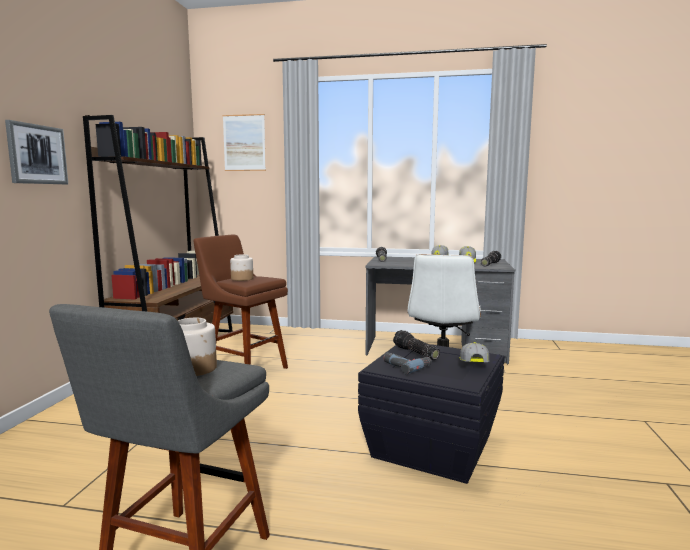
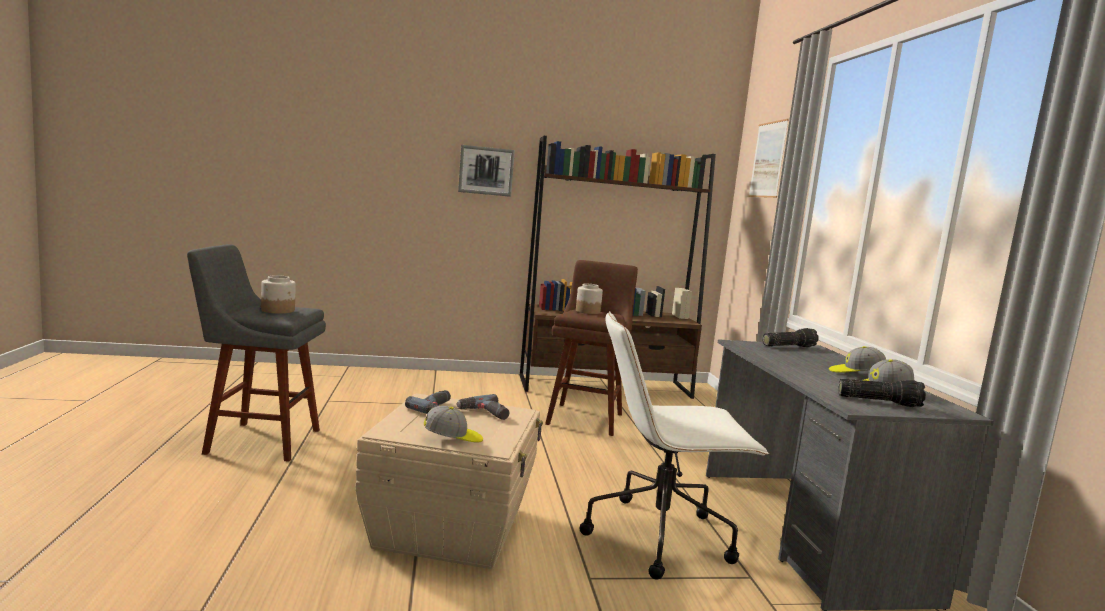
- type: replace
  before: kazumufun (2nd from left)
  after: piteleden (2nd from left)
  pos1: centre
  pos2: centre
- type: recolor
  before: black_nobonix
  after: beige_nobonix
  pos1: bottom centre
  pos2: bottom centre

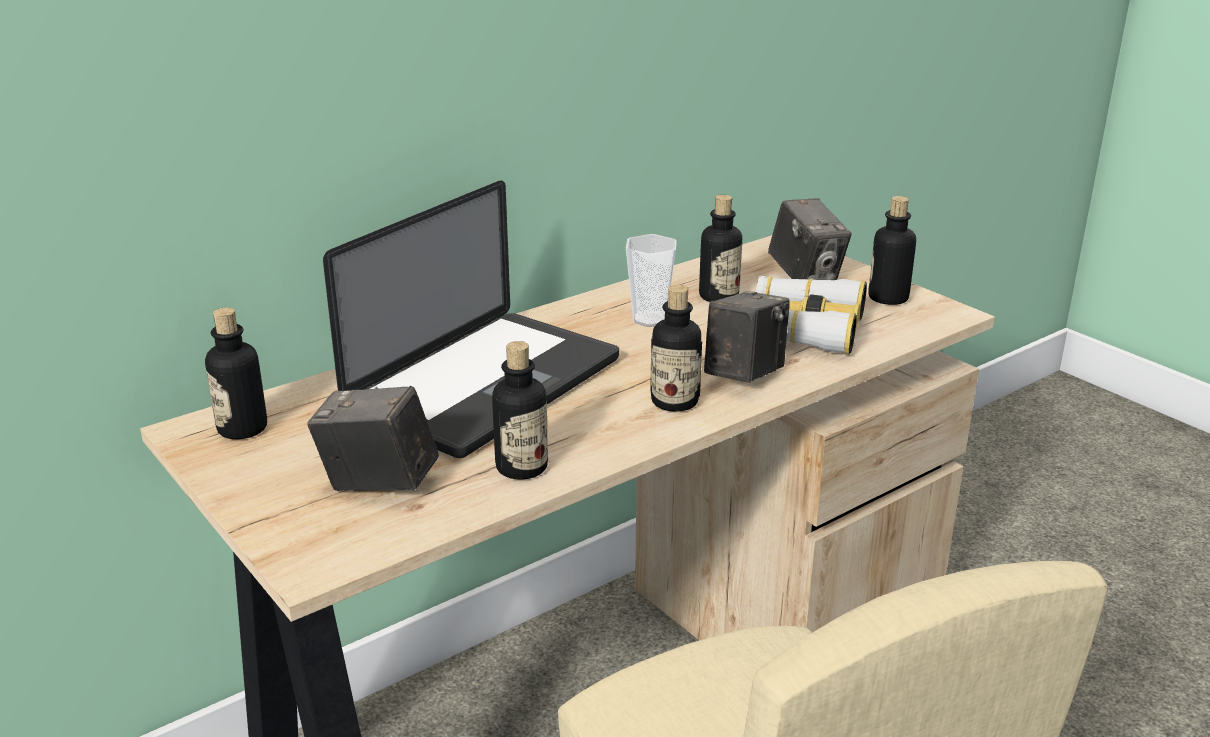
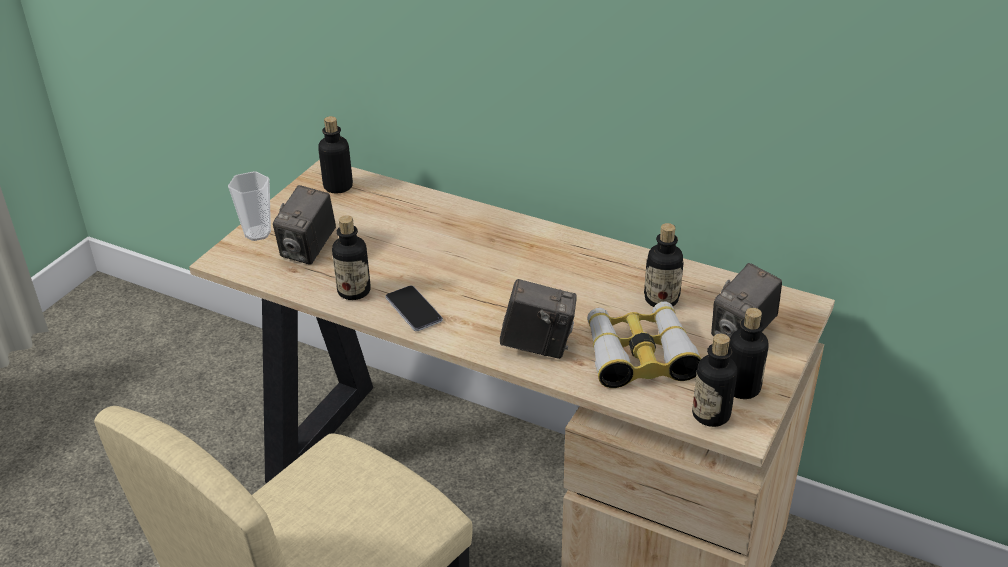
- type: delete
  before: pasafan
  pos1: centre
- type: move
  before: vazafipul
  pos1: centre
  pos2: middle left
- type: move
  before: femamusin (3rd from left in the first image)
  after: femamusin (4th from left)
  pos1: centre
  pos2: bottom right
- type: rotate
  before: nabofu (1st from left)
  pos1: middle left
  pos2: middle left
  turn: -150
- type: insert
  after: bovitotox
  pos2: centre

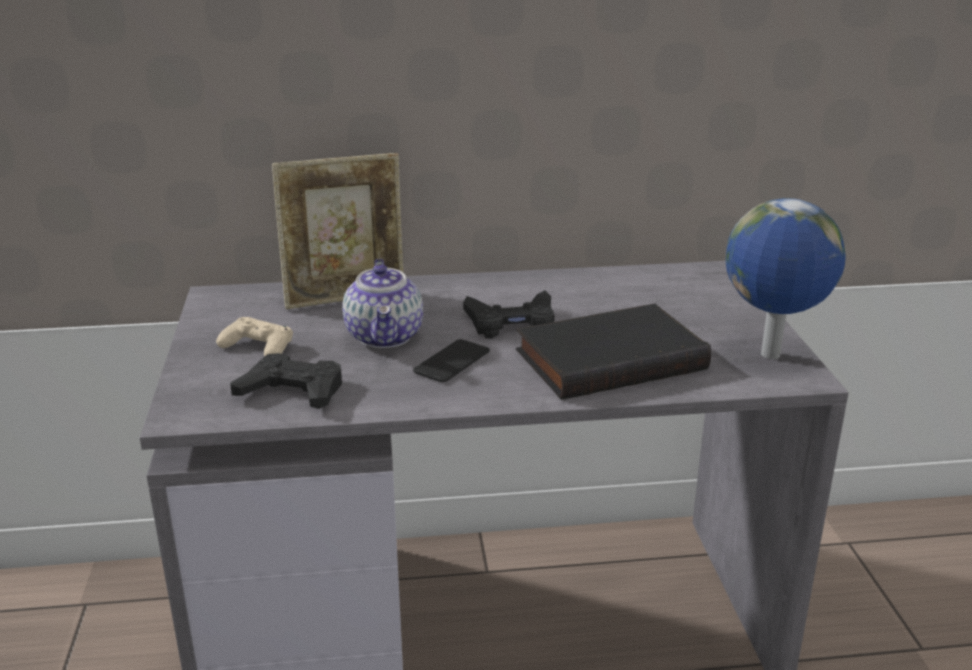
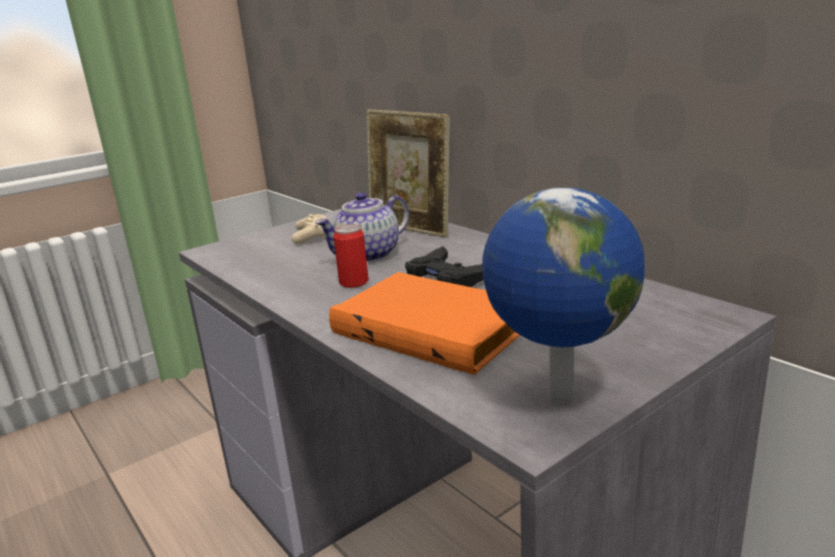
- type: recolor
  before: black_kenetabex
  after: orange_kenetabex
  pos1: centre
  pos2: centre
- type: replace
  before: bovitotox
  after: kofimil
  pos1: centre
  pos2: centre
- type: delete
  before: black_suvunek (1st from left)
  pos1: middle left

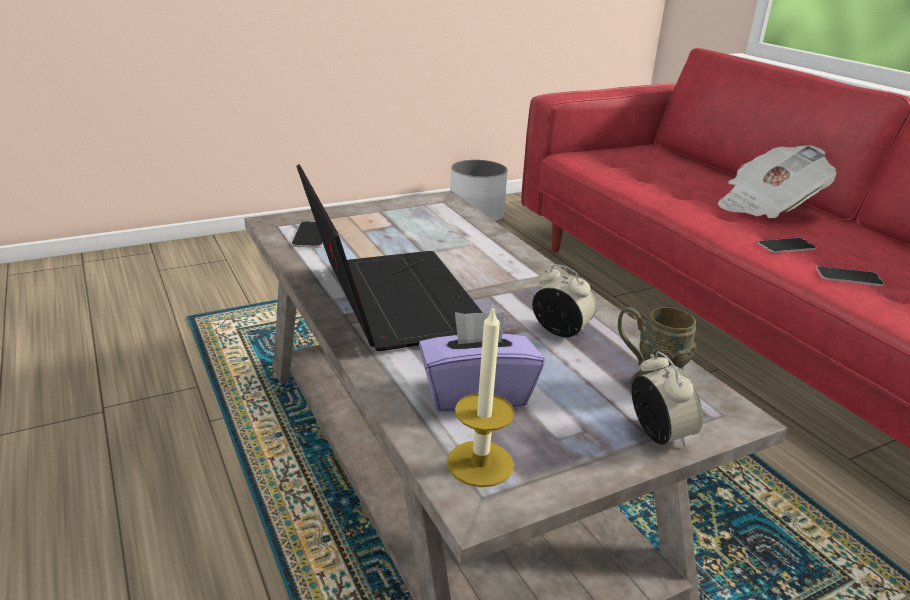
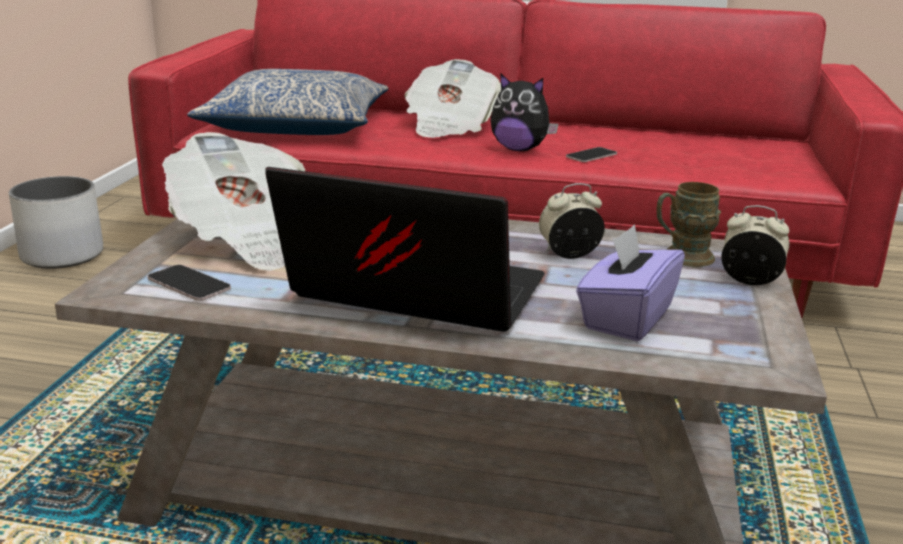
- type: replace
  before: bovitotox (2nd from left)
  after: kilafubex
  pos1: middle right
  pos2: top centre
- type: delete
  before: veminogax
  pos1: centre
- type: insert
  after: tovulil
  pos2: top left
- type: insert
  after: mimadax (1st from left)
  pos2: middle left

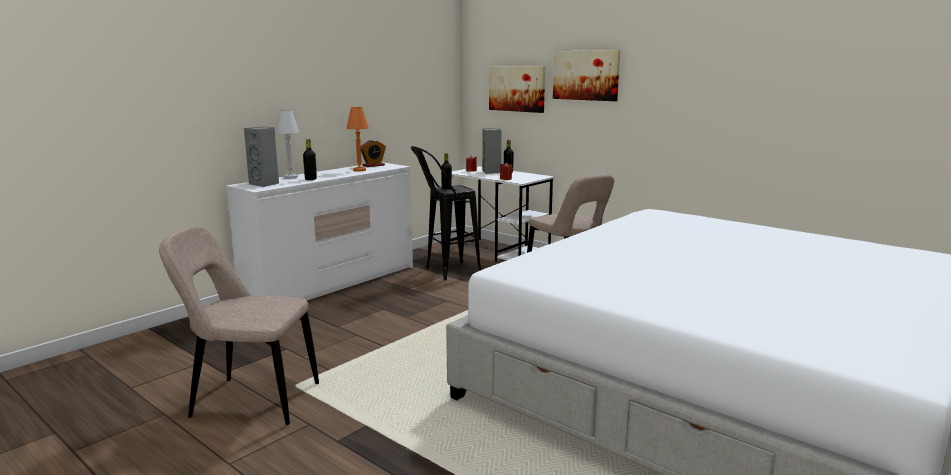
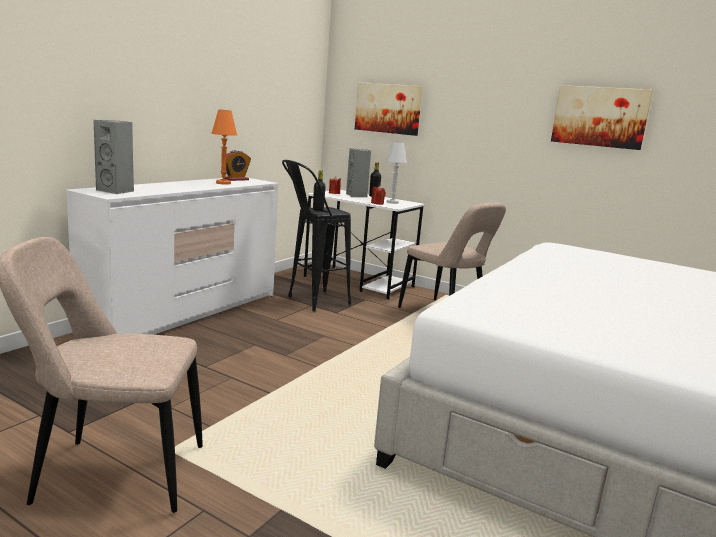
- type: move
  before: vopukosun (2nd from left)
  pos1: top centre
  pos2: top right
- type: move
  before: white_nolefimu
  pos1: top left
  pos2: top centre
- type: delete
  before: black_femamusin (1st from left)
  pos1: middle left

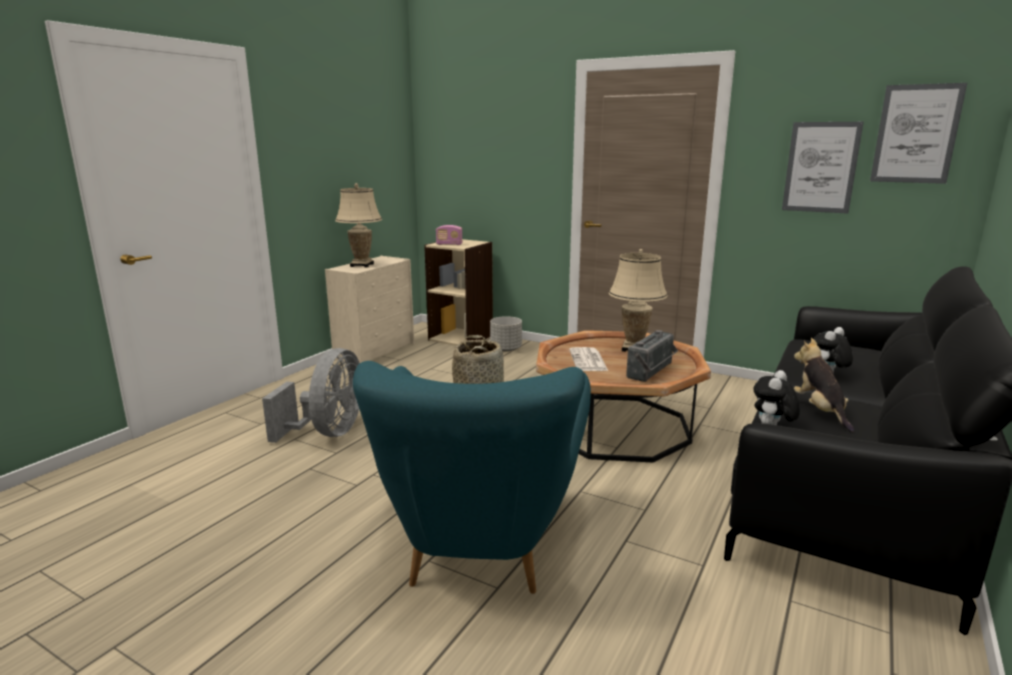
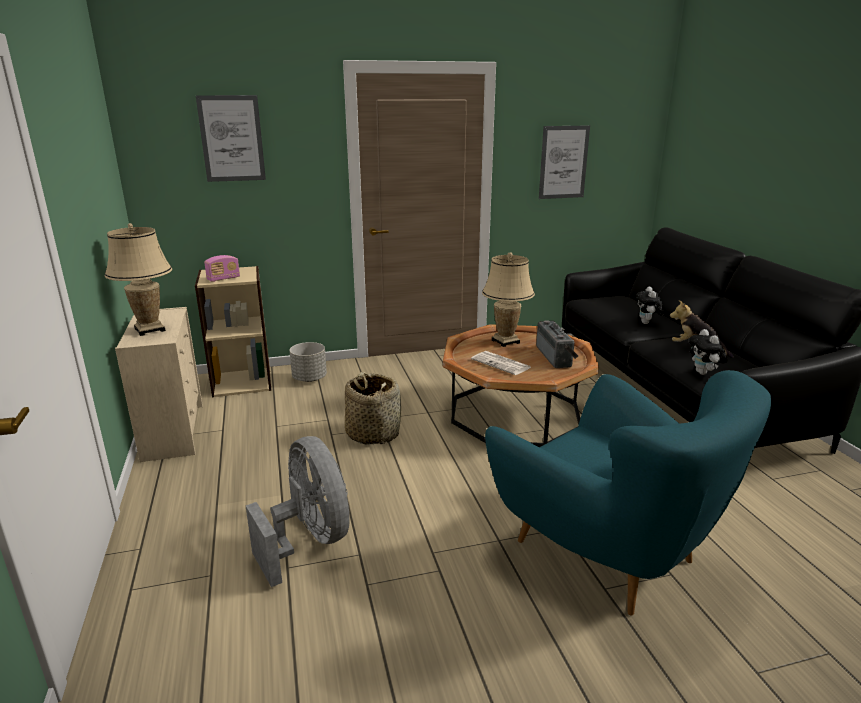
- type: move
  before: vopukosun (2nd from left in the first image)
  after: vopukosun (1st from left)
  pos1: top right
  pos2: top left

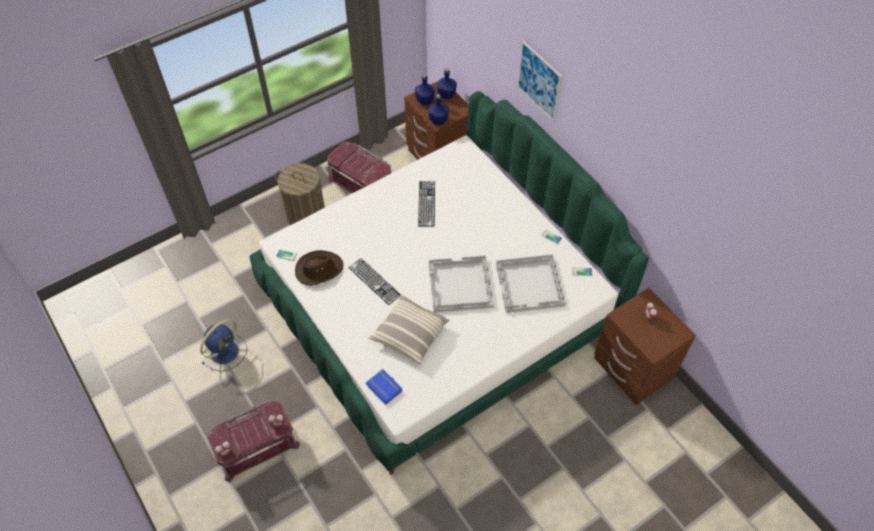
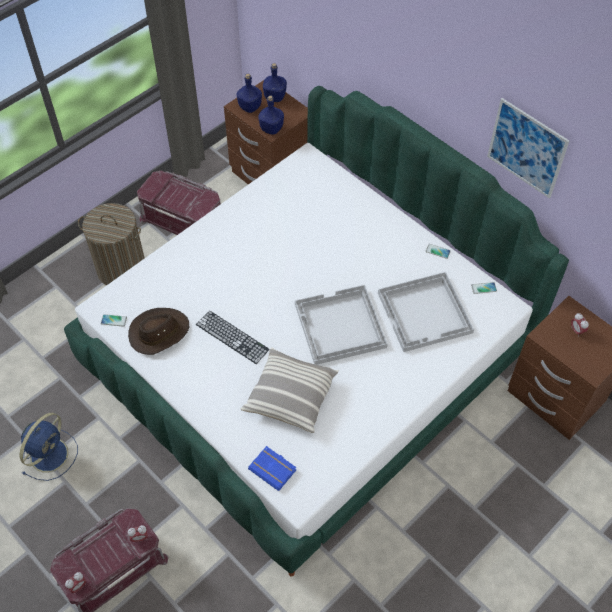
- type: move
  before: vopukosun
  pos1: top centre
  pos2: top right
- type: delete
  before: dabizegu (2nd from left)
  pos1: centre

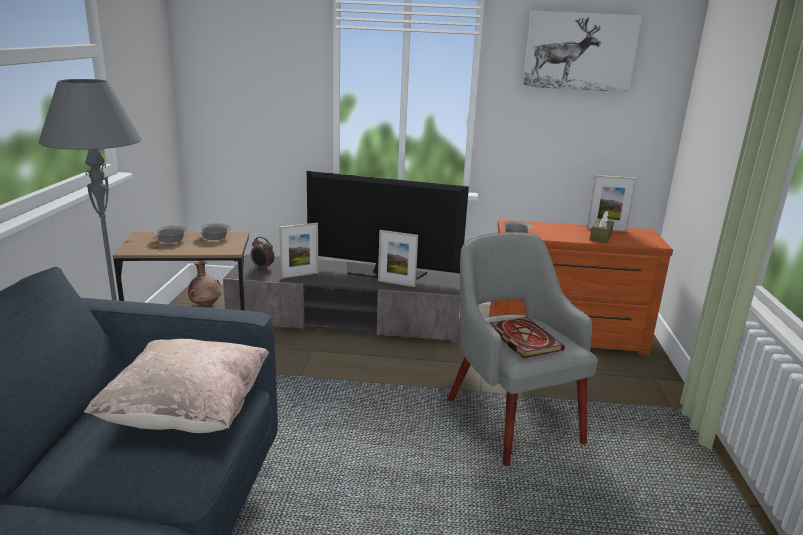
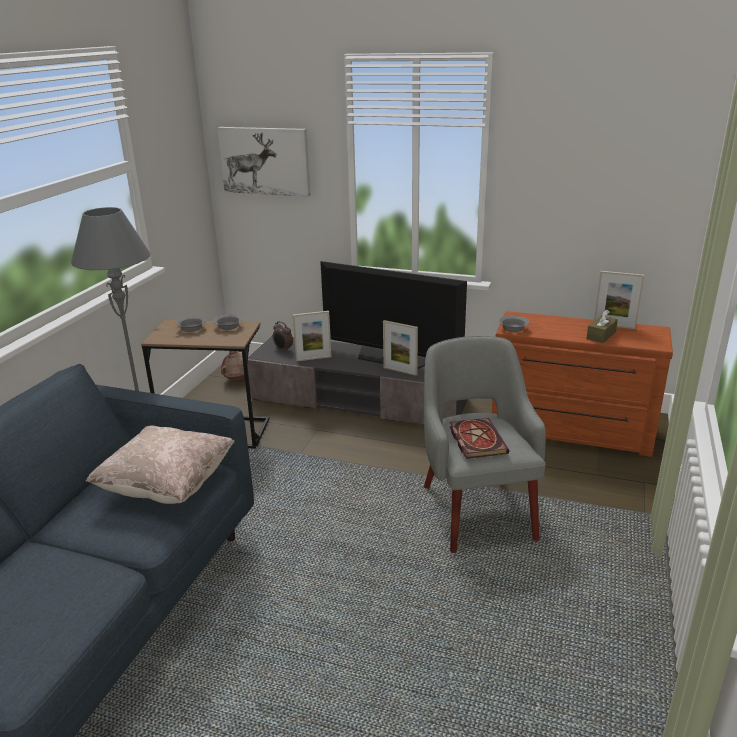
- type: move
  before: vopukosun
  pos1: top right
  pos2: top centre

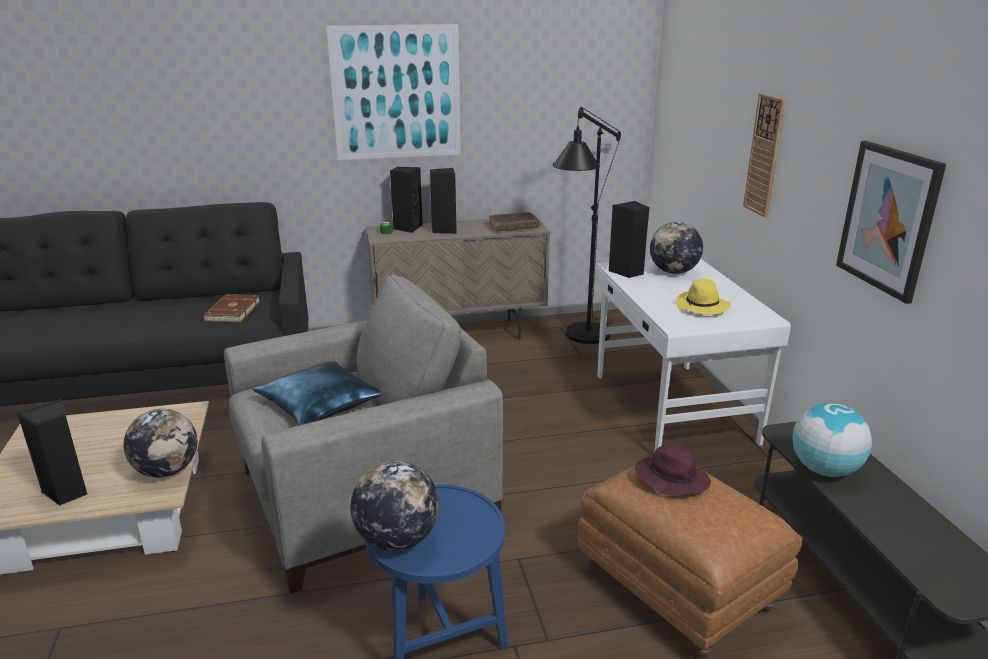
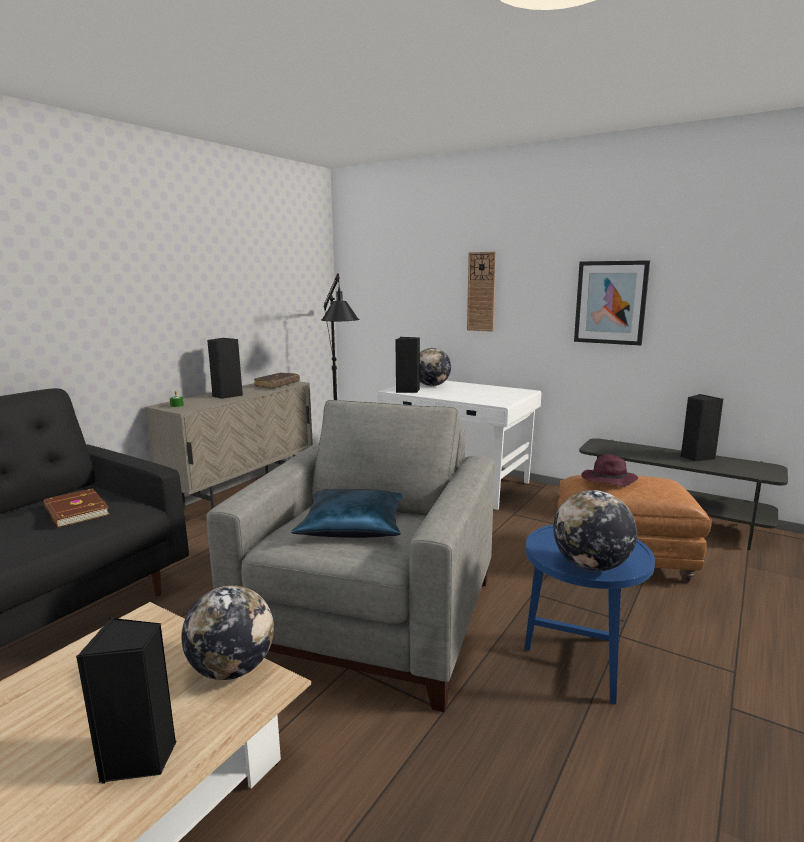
- type: delete
  before: vopukosun (1st from left)
  pos1: top centre
- type: move
  before: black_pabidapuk (2nd from left in the first image)
  after: black_pabidapuk (4th from left)
  pos1: top centre
  pos2: middle right
- type: delete
  before: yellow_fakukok
  pos1: middle right
- type: delete
  before: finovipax (4th from left)
  pos1: bottom right

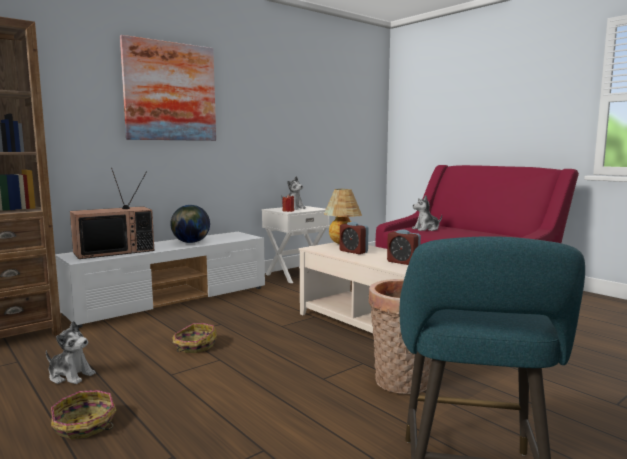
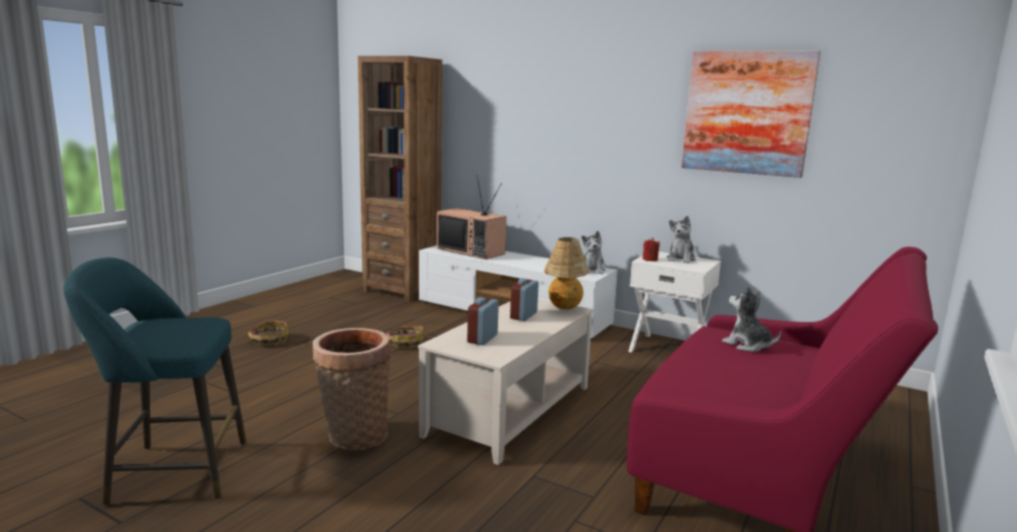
- type: move
  before: vopukosun
  pos1: top left
  pos2: top right
- type: delete
  before: finovipax
  pos1: middle left
- type: move
  before: kilafubex (1st from left)
  pos1: bottom left
  pos2: centre

